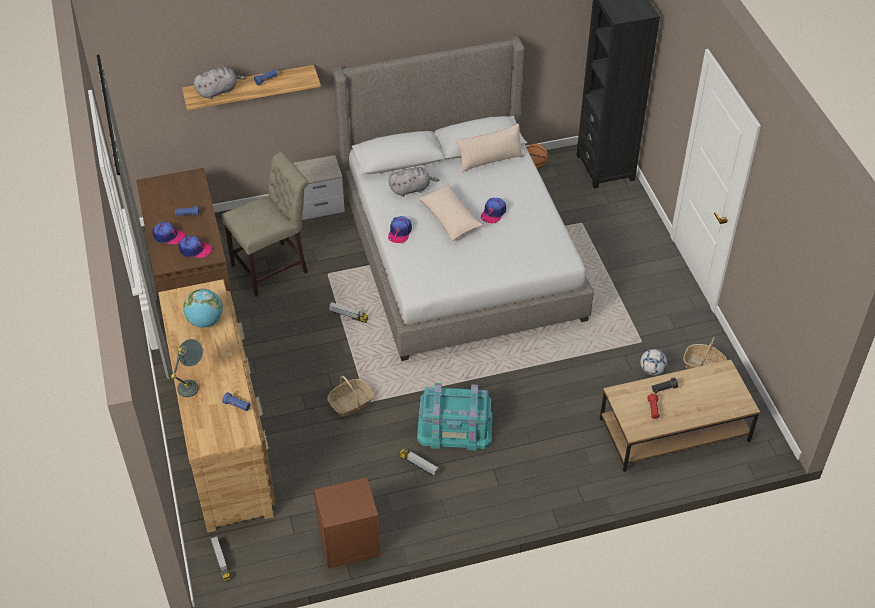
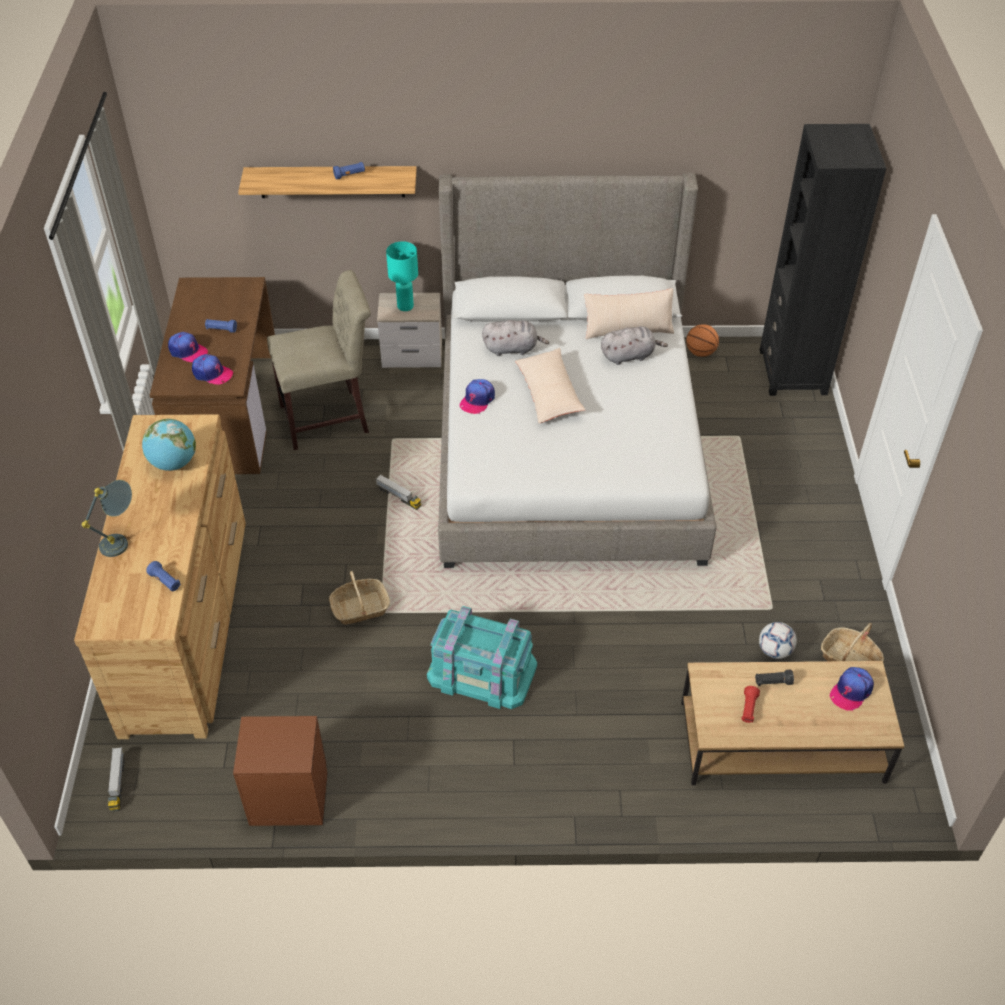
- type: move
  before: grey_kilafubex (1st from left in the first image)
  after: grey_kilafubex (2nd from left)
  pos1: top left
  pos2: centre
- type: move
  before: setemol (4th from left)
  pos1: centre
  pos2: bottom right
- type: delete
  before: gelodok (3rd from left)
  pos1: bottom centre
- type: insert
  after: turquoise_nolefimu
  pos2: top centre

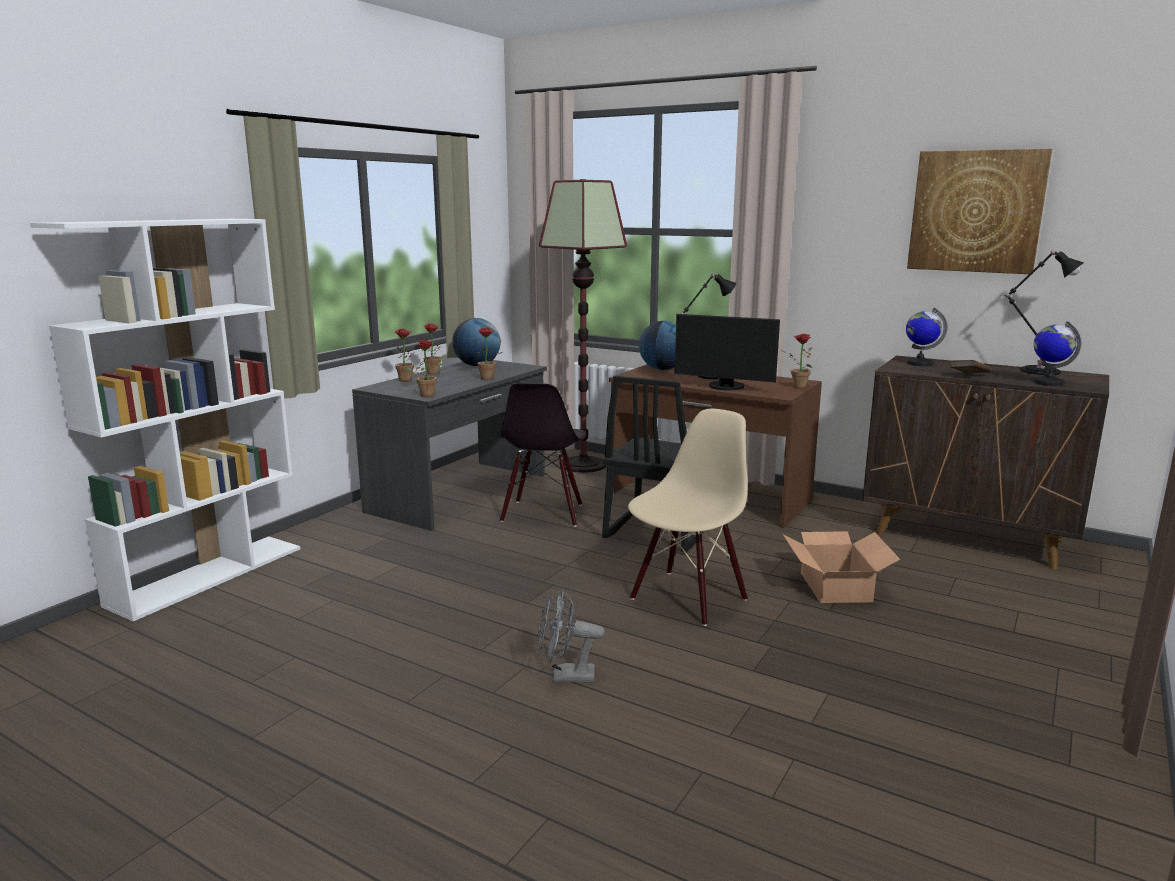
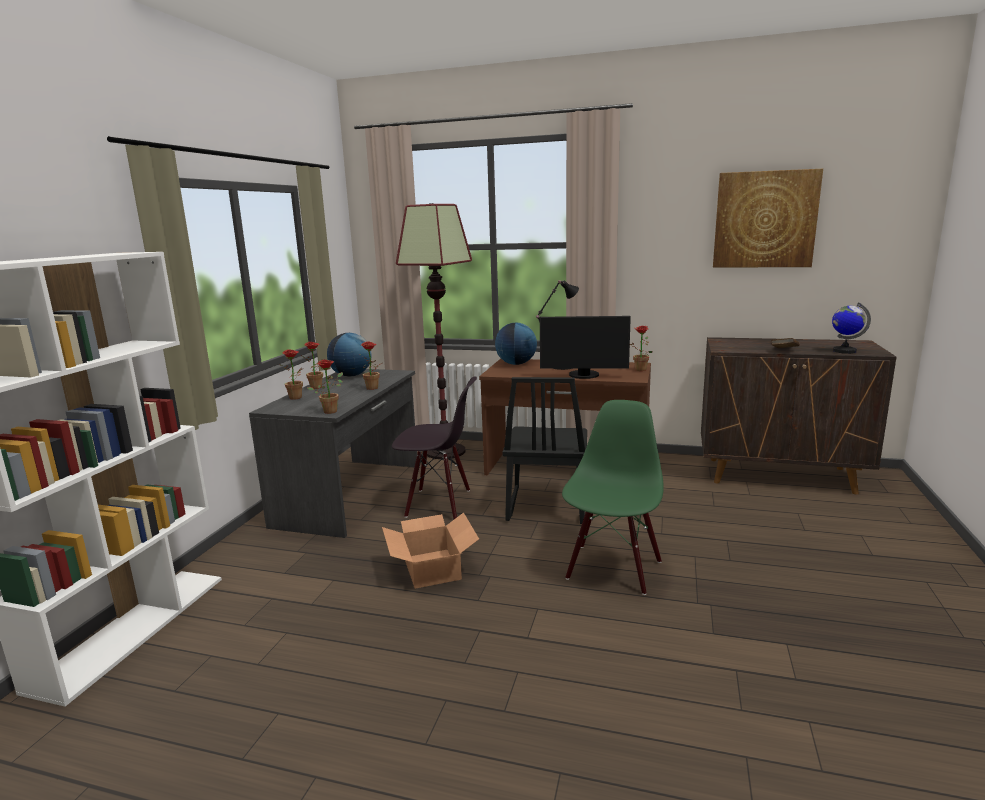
- type: delete
  before: black_nolefimu (2nd from left)
  pos1: middle right
- type: delete
  before: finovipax (3rd from left)
  pos1: middle right
- type: rotate
  before: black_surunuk (1st from left)
  pos1: centre
  pos2: centre
  turn: -75
- type: recolor
  before: beige_surunuk
  after: green_surunuk
  pos1: centre
  pos2: centre
- type: move
  before: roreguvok
  pos1: middle right
  pos2: bottom centre
- type: delete
  before: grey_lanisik
  pos1: bottom centre

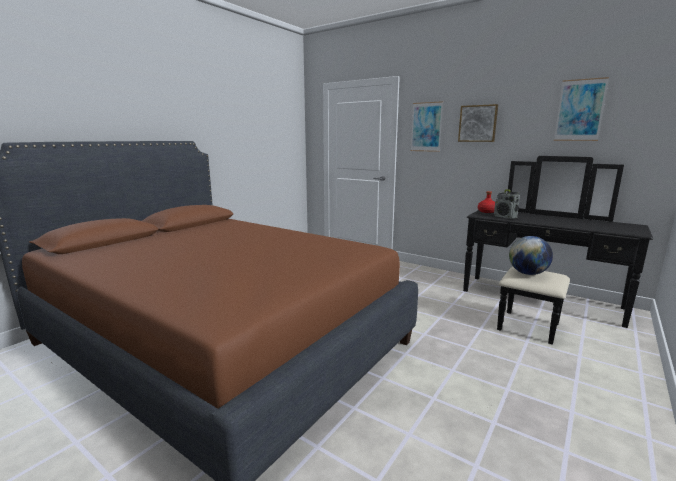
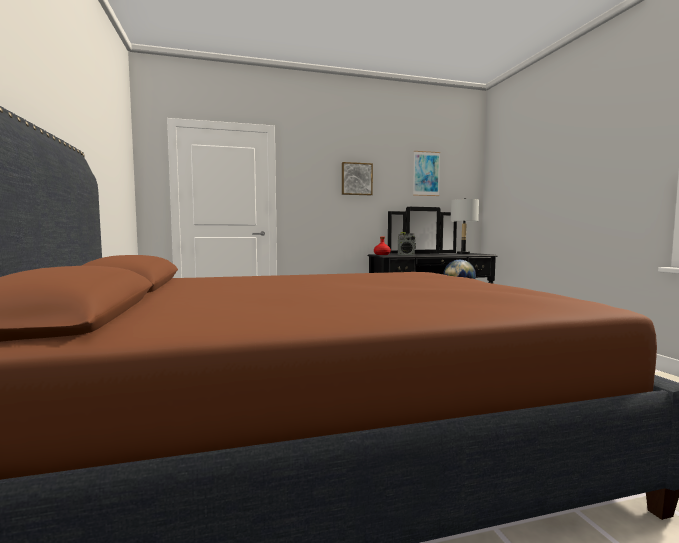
- type: delete
  before: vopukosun (1st from left)
  pos1: top centre
- type: insert
  after: grey_nolefimu
  pos2: middle right

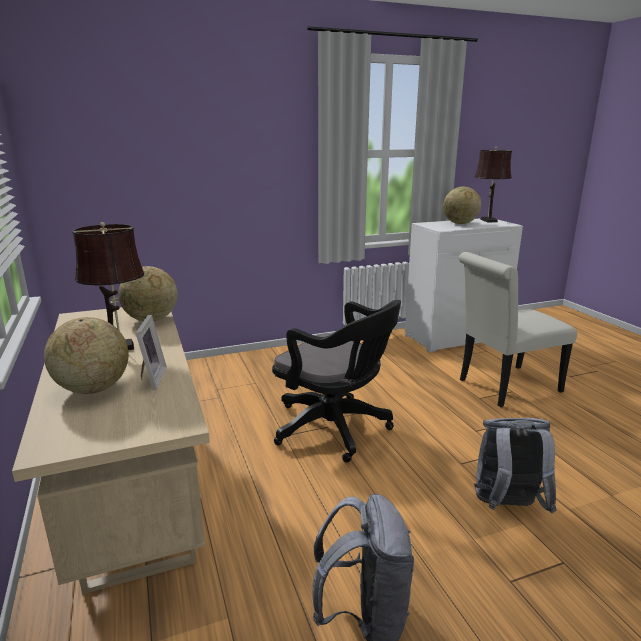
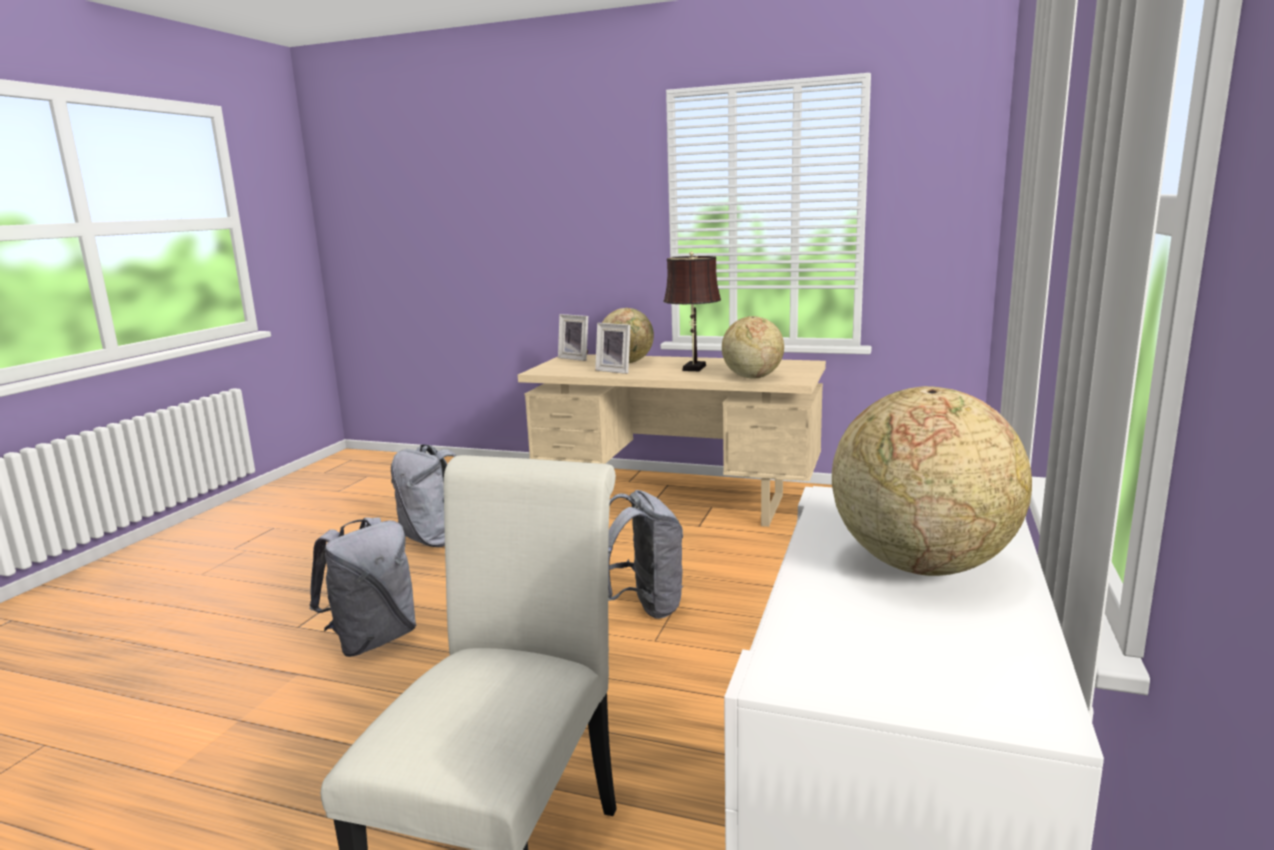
- type: delete
  before: brown_nolefimu (2nd from left)
  pos1: top right
- type: replace
  before: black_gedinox
  after: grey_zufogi (3rd from left)
  pos1: centre
  pos2: centre
- type: insert
  after: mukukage (1st from left)
  pos2: centre

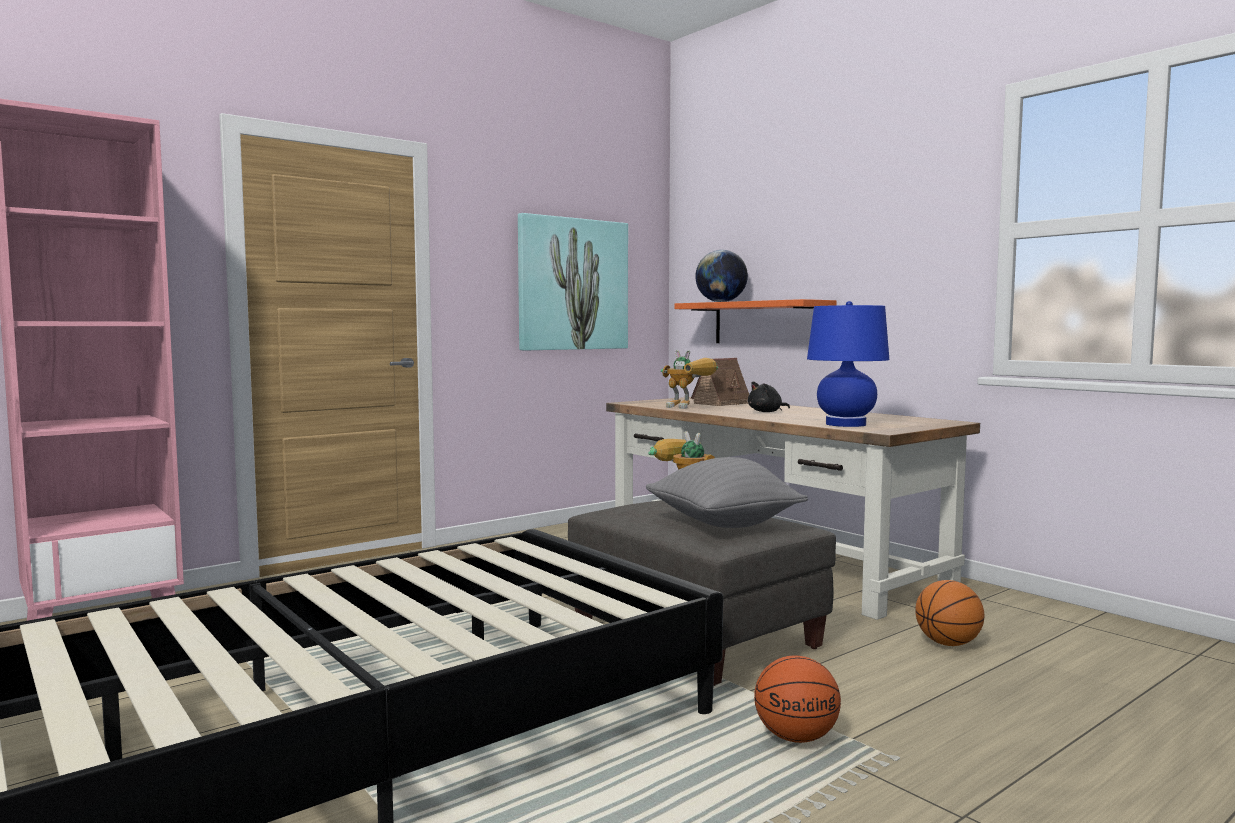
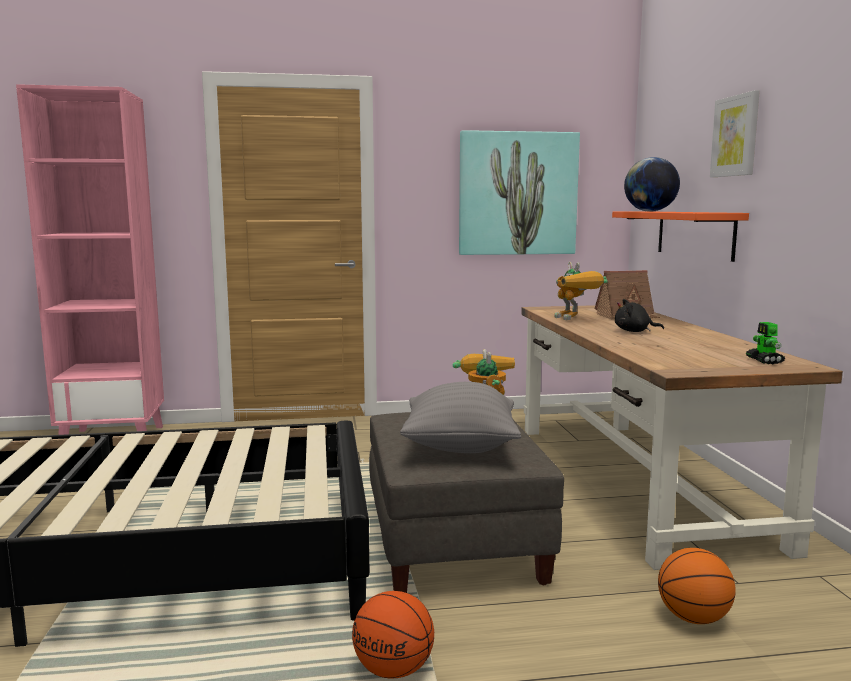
- type: delete
  before: blue_nolefimu
  pos1: middle right
- type: insert
  after: vopukosun (2nd from left)
  pos2: top right
- type: insert
  after: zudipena (3rd from left)
  pos2: middle right

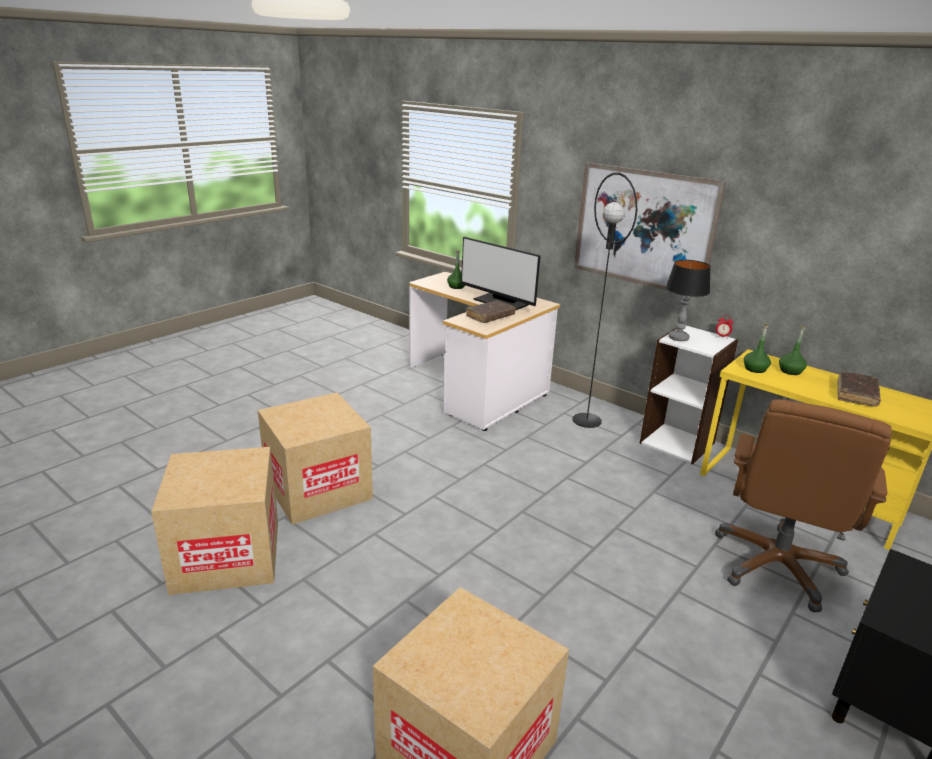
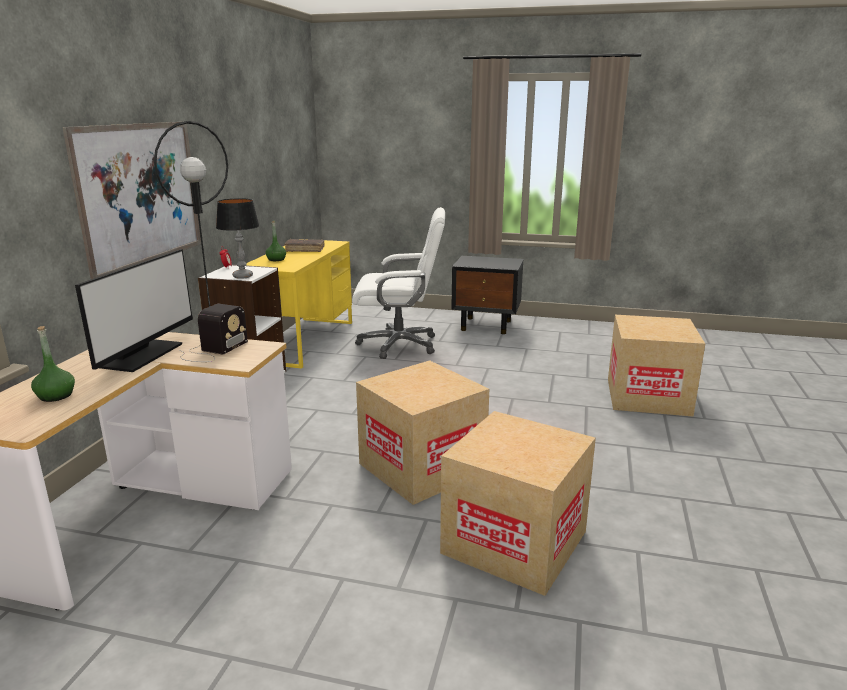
- type: replace
  before: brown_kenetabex (1st from left)
  after: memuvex
  pos1: centre
  pos2: middle left
- type: delete
  before: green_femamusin (2nd from left)
  pos1: middle right
- type: recolor
  before: brown_gedinox
  after: white_gedinox
  pos1: middle right
  pos2: centre
- type: move
  before: roreguvok (1st from left)
  pos1: bottom left
  pos2: centre

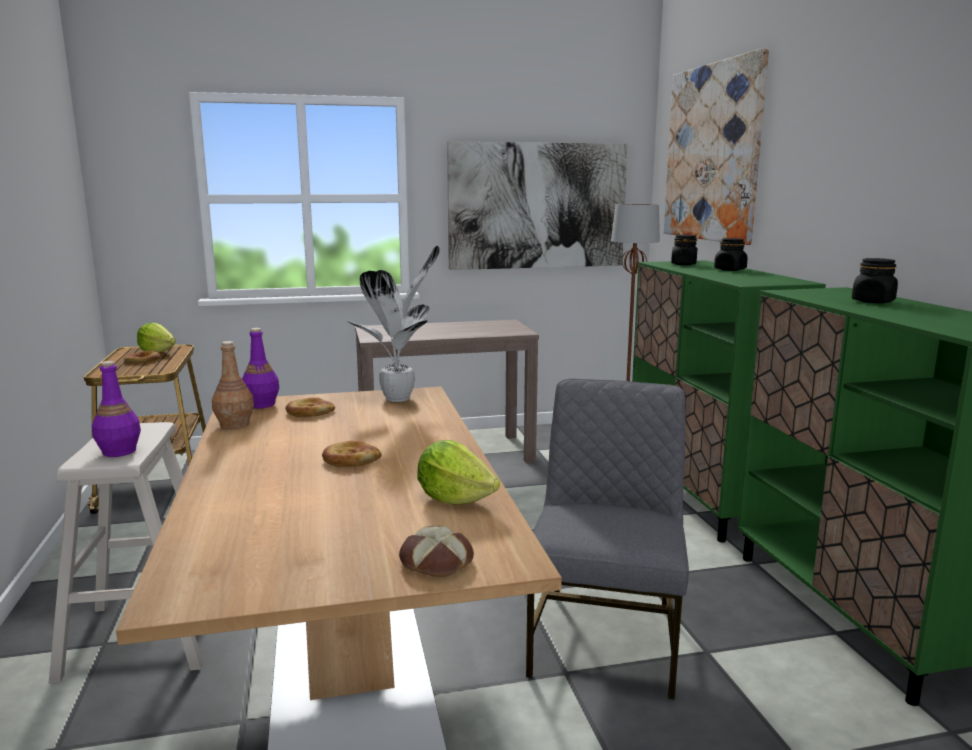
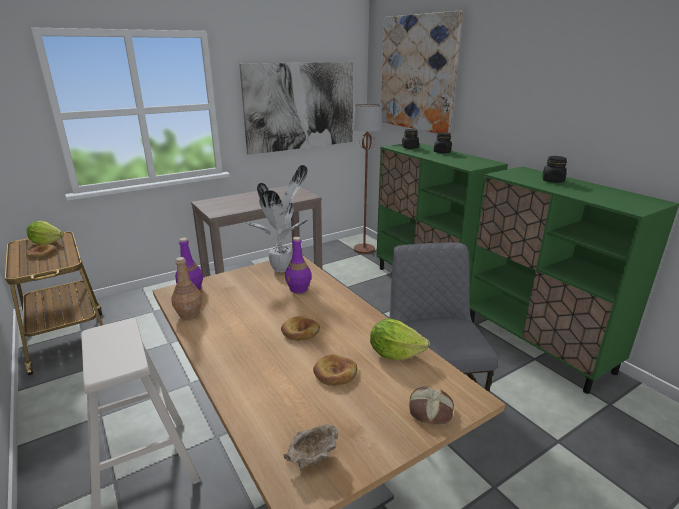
- type: move
  before: purple_femamusin (1st from left in the first image)
  after: purple_femamusin (2nd from left)
  pos1: middle left
  pos2: centre
- type: move
  before: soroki (2nd from left in the first image)
  after: soroki (3rd from left)
  pos1: middle left
  pos2: bottom centre
- type: insert
  after: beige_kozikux
  pos2: bottom centre

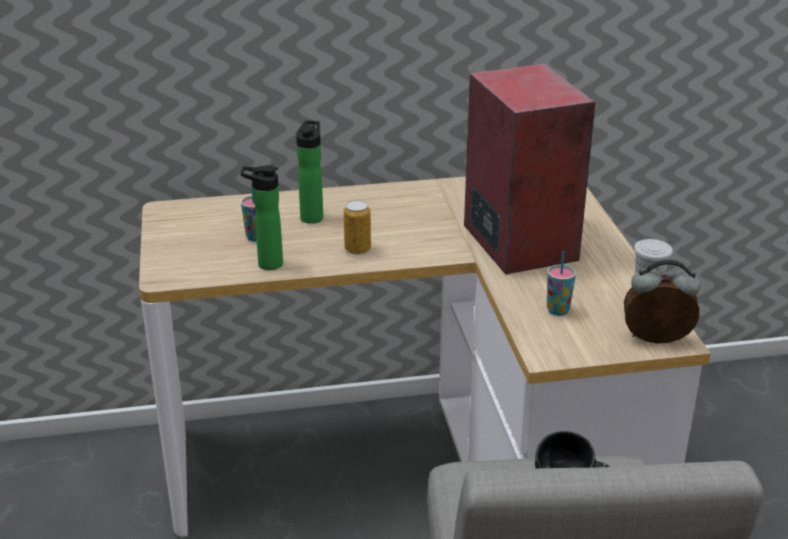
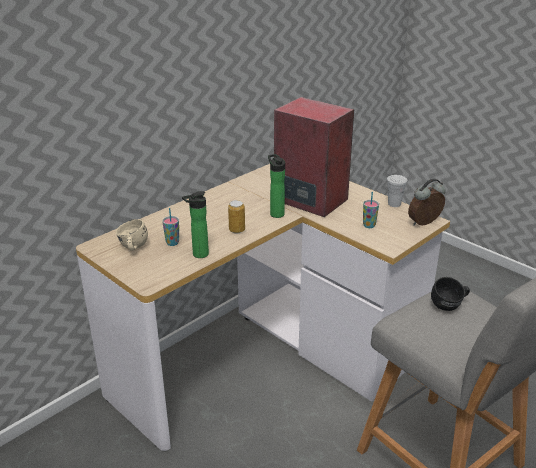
- type: move
  before: femamusin (2nd from left)
  pos1: top centre
  pos2: centre
- type: insert
  after: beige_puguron
  pos2: middle left

